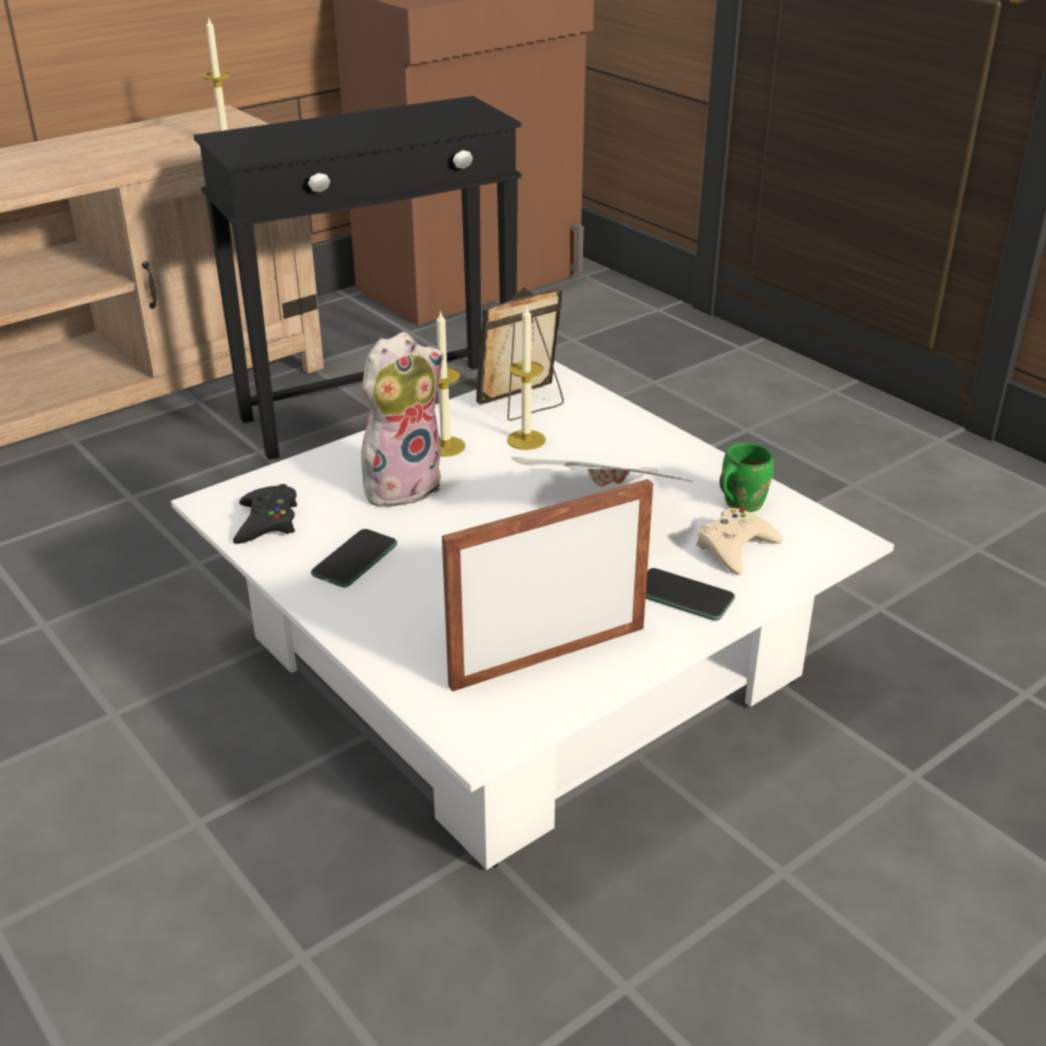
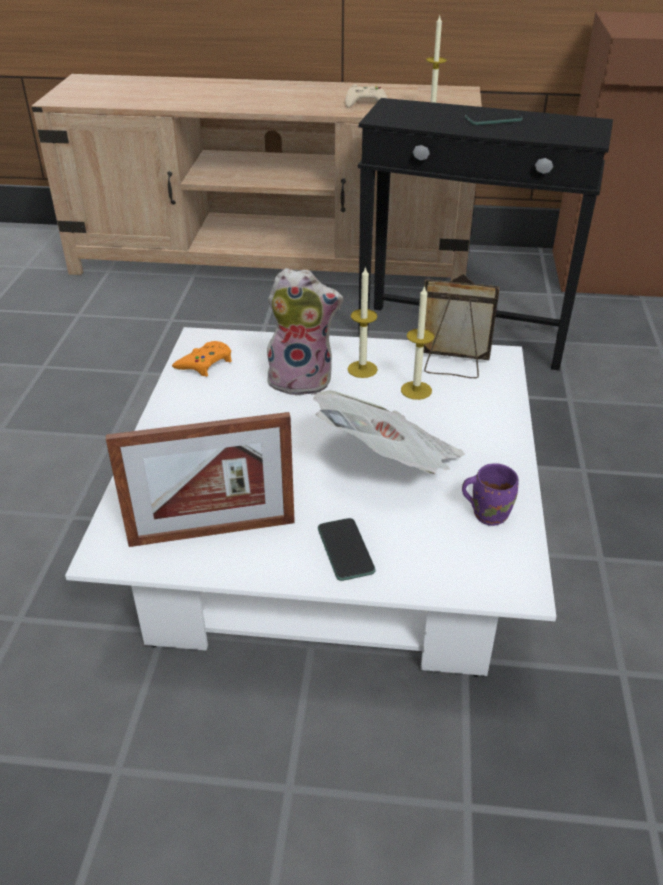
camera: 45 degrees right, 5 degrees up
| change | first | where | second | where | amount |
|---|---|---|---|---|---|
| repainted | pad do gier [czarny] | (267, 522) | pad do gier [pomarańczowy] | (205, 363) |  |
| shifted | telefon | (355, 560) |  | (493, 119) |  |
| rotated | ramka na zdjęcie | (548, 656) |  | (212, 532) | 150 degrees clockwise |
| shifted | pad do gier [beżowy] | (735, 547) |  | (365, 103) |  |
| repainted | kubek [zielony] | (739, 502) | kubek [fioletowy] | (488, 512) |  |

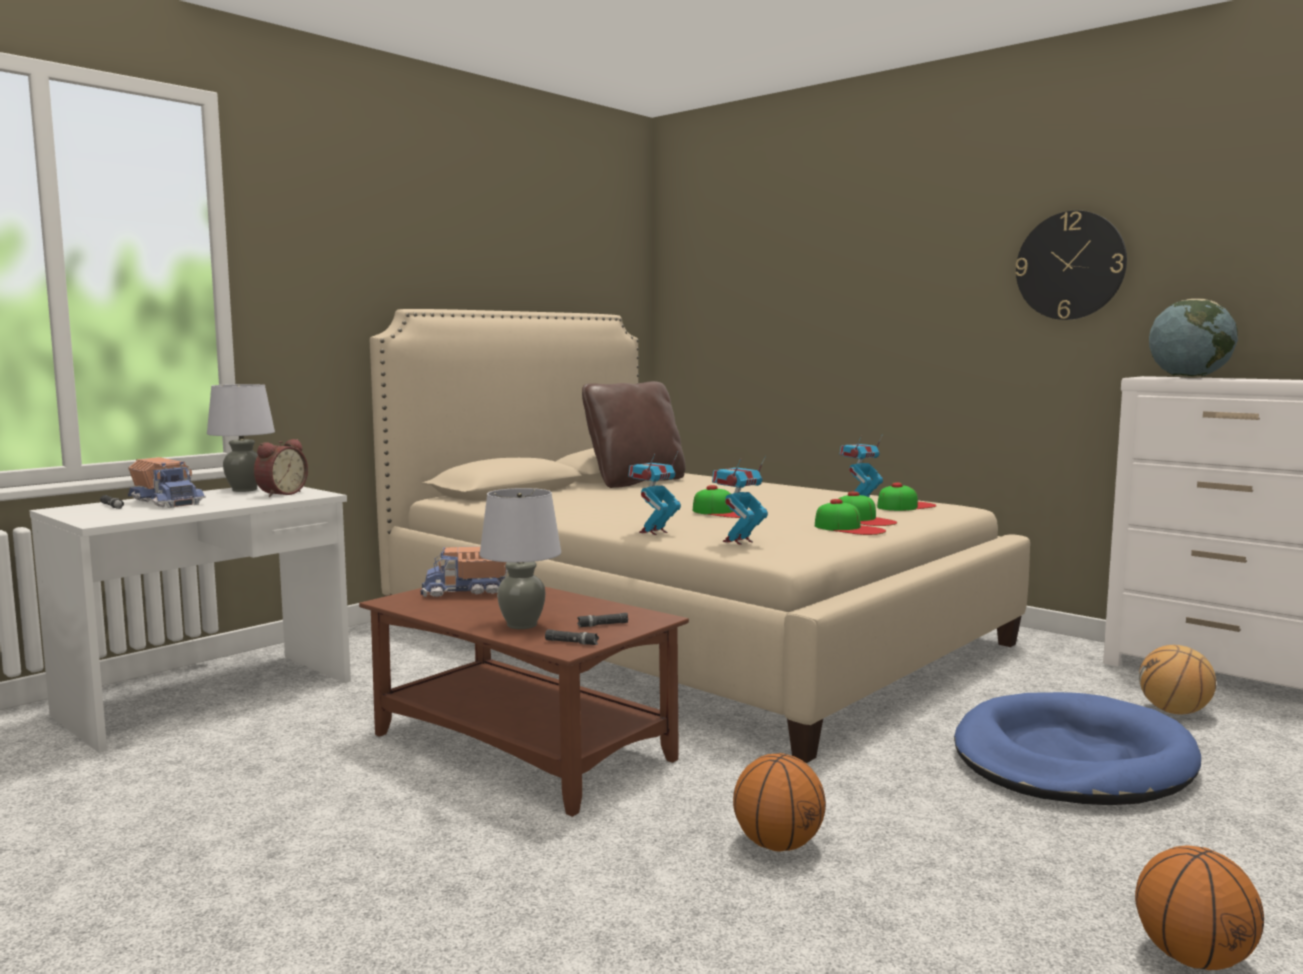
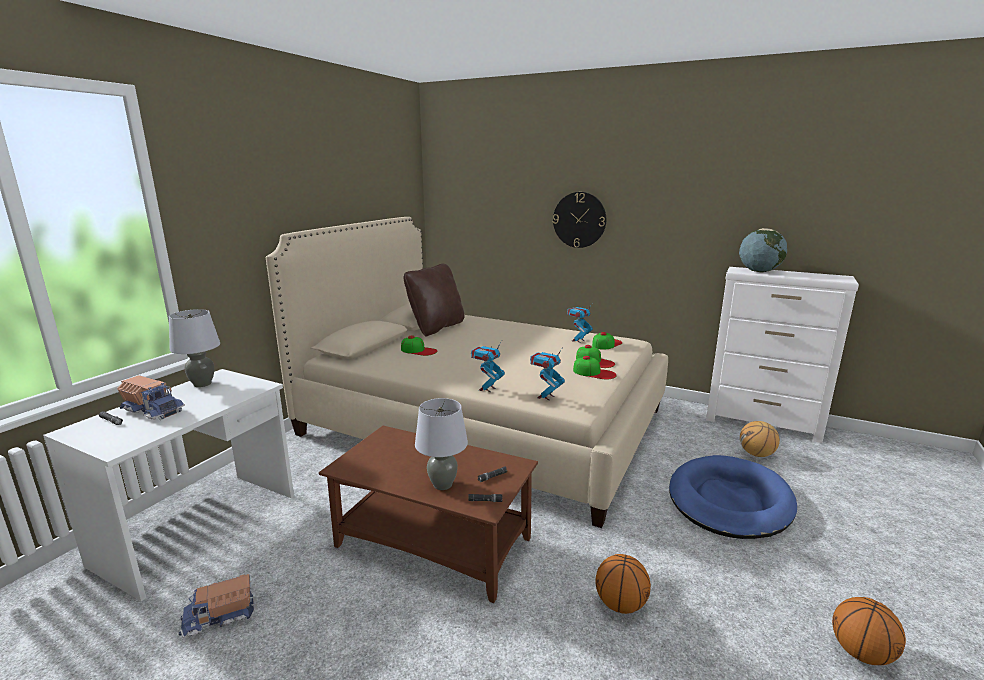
camera: 15 degrees left, 10 degrees up
| change | first | where | second | where | amount |
|---|---|---|---|---|---|
| gone | budzik | (280, 494) |  |  |  |
| shifted | ciężarówka zabawkowa | (467, 592) |  | (220, 617) |  |
| shifted | czapka z daszkiem | (723, 512) |  | (418, 350) |  |
| shifted | zegar ścienny | (1070, 265) |  | (579, 220) |  |

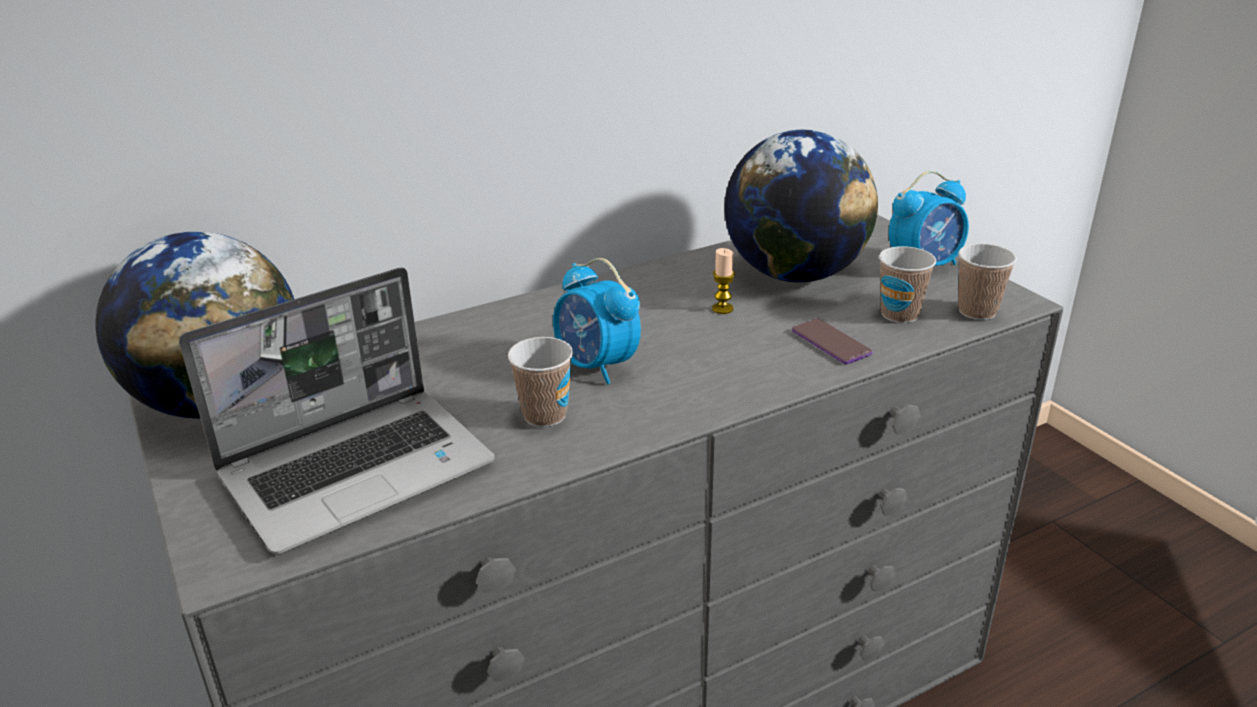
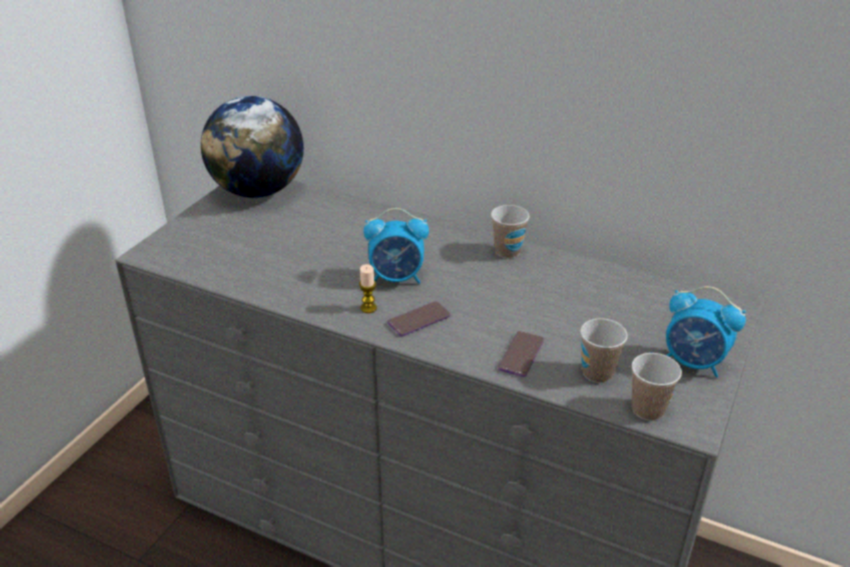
camera: 55 degrees right, 5 degrees up
| change | first | where | second | where | amount |
|---|---|---|---|---|---|
| gone | laptop | (359, 468) |  |  |  |
| shifted | filiżanka | (544, 415) |  | (507, 251) |  |
| rotated | budzik | (597, 366) |  | (397, 278) | 105 degrees counterclockwise |
| shifted | świeca | (722, 309) |  | (368, 308) |  |
| gone | globus | (795, 274) |  |  |  |
| new |  |  | telefon | (419, 319) |  |

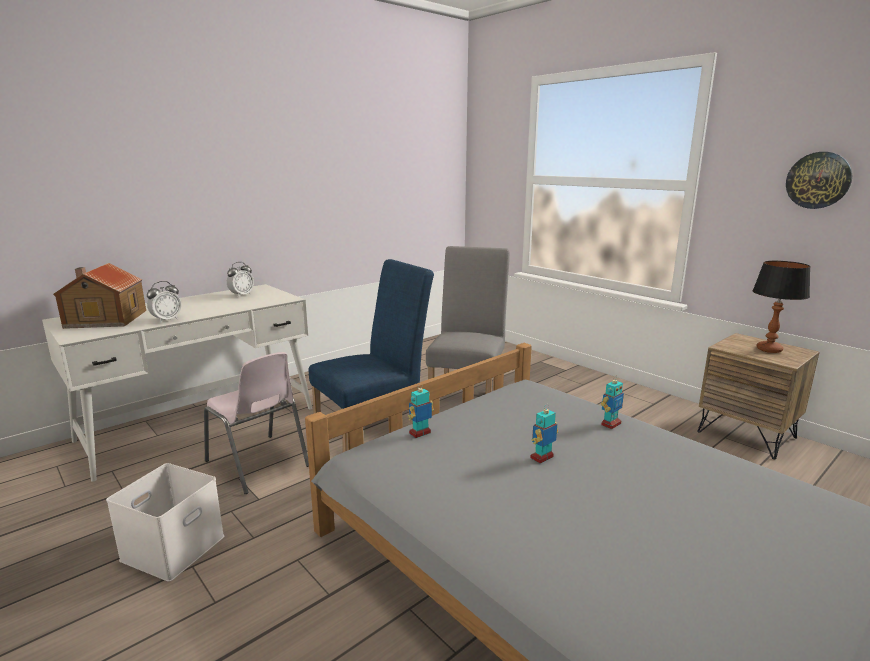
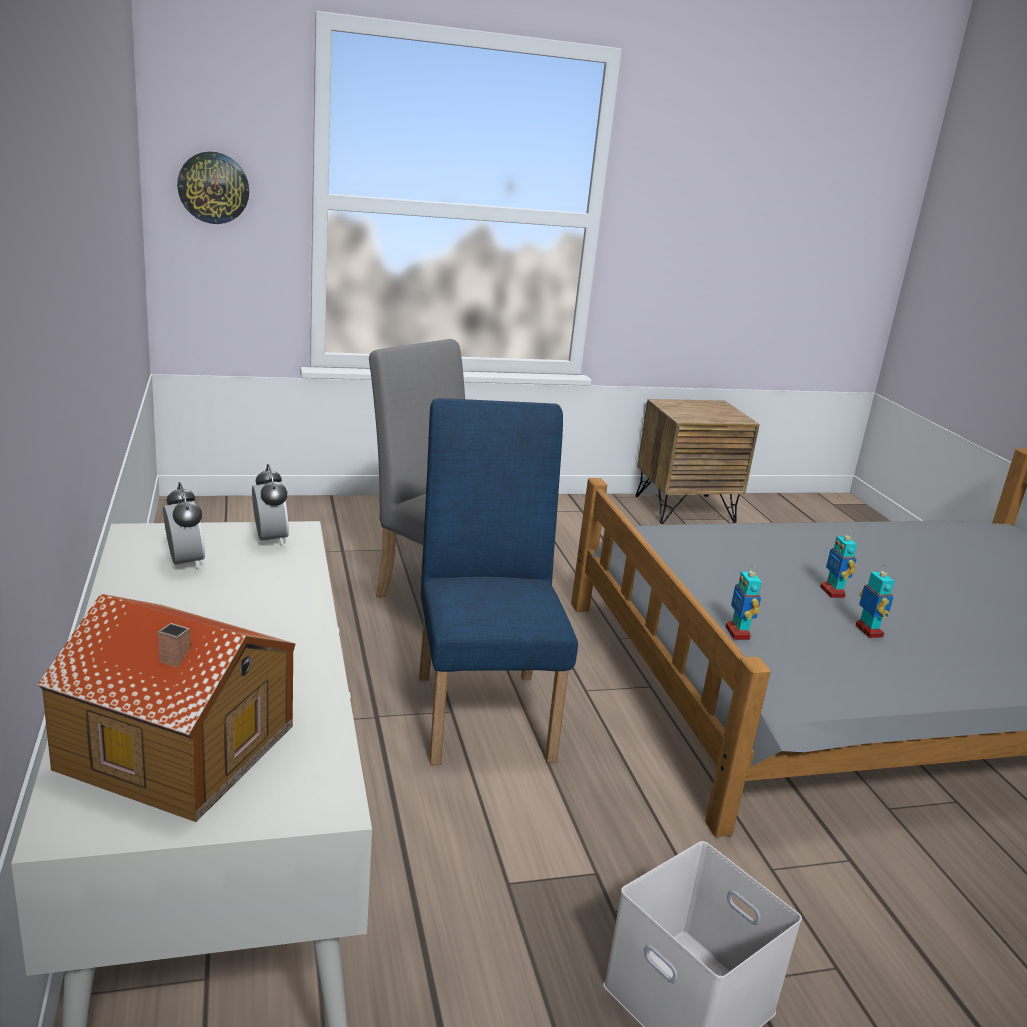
camera: 65 degrees left, 5 degrees up
| change | first | where | second | where | amount |
|---|---|---|---|---|---|
| shifted | budzik | (166, 320) |  | (270, 540) |  |
| gone | krzesło [różowy] | (258, 464) |  |  |  |
| shifted | robot zabawkowy | (610, 424) |  | (868, 631) |  |
| gone | lampa stołowa | (769, 349) |  |  |  |
| shifted | zegar ścienny | (818, 180) |  | (213, 187) |  |

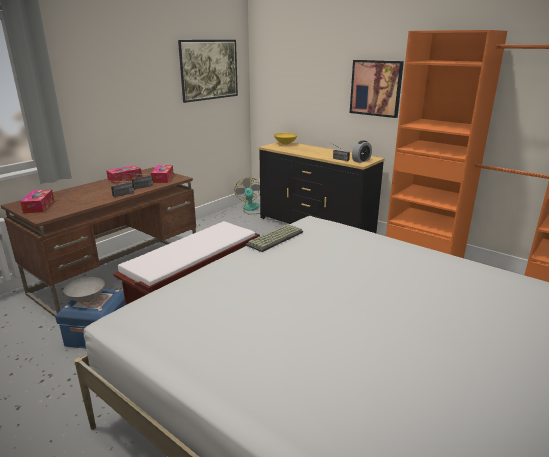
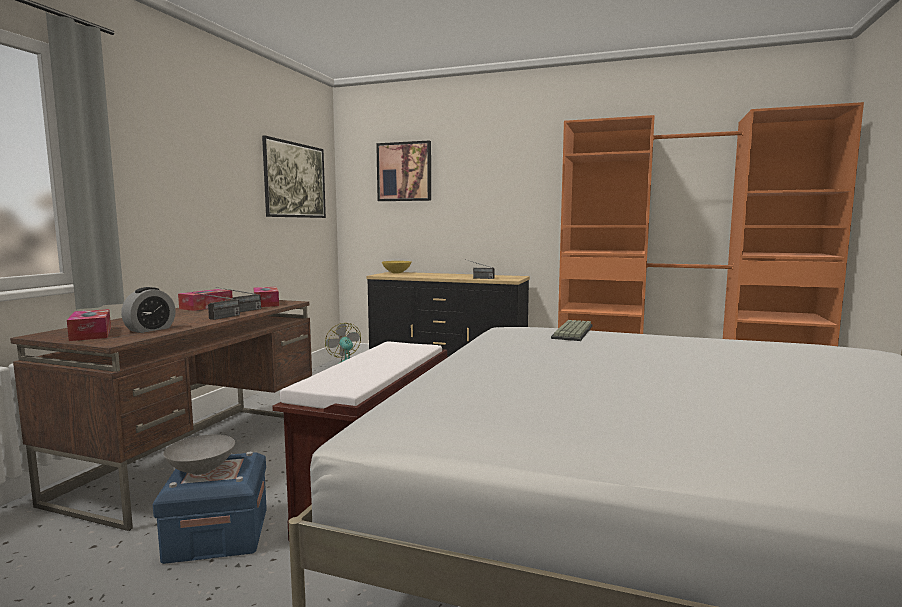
camera: 20 degrees left, 15 degrees down
| change | first | where | second | where | amount |
|---|---|---|---|---|---|
| shifted | klawiatura | (275, 239) |  | (574, 332) |  |
| shifted | obraz | (376, 88) |  | (404, 171) |  |
| shifted | budzik | (361, 161) |  | (150, 329) |  |

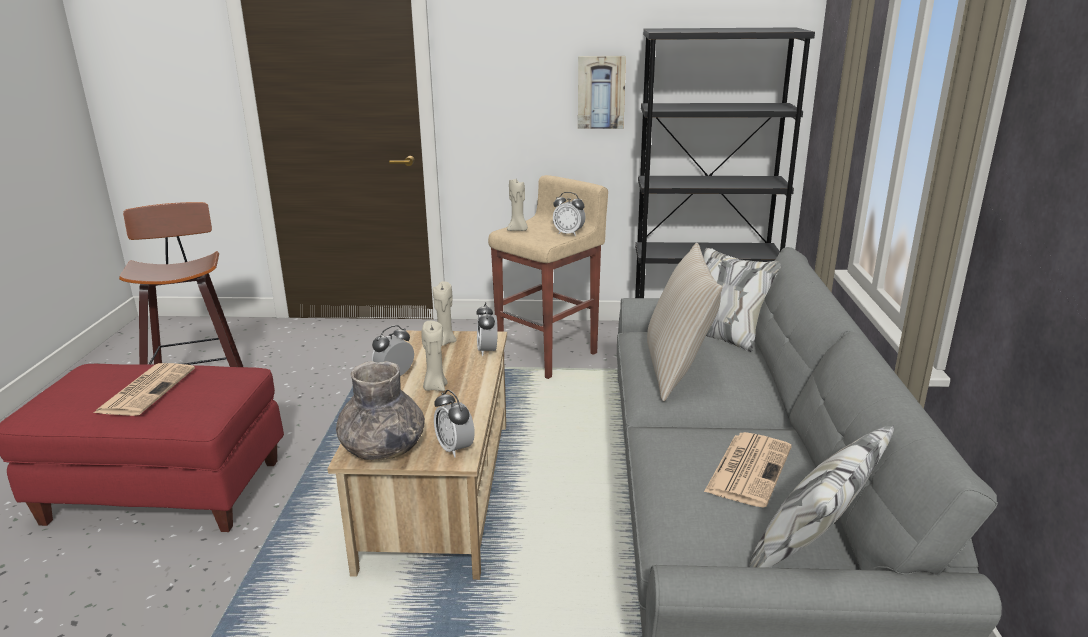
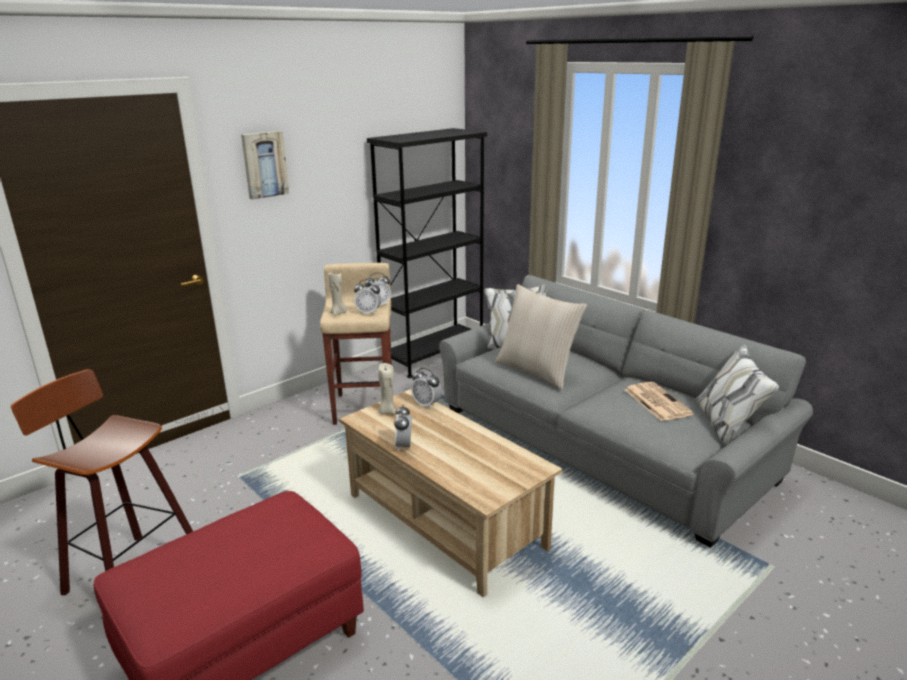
camera: 45 degrees left, 0 degrees up
| change | first | where | second | where | amount |
|---|---|---|---|---|---|
| gone | gazeta | (147, 390) |  |  |  |
| gone | wazon [szary] | (382, 449) |  |  |  |
| gone | świeca [beżowy] | (435, 387) |  |  |  |
| shifted | budzik | (455, 448) |  | (368, 313) |  |
| shifted | obraz | (601, 92) |  | (264, 164) |  |

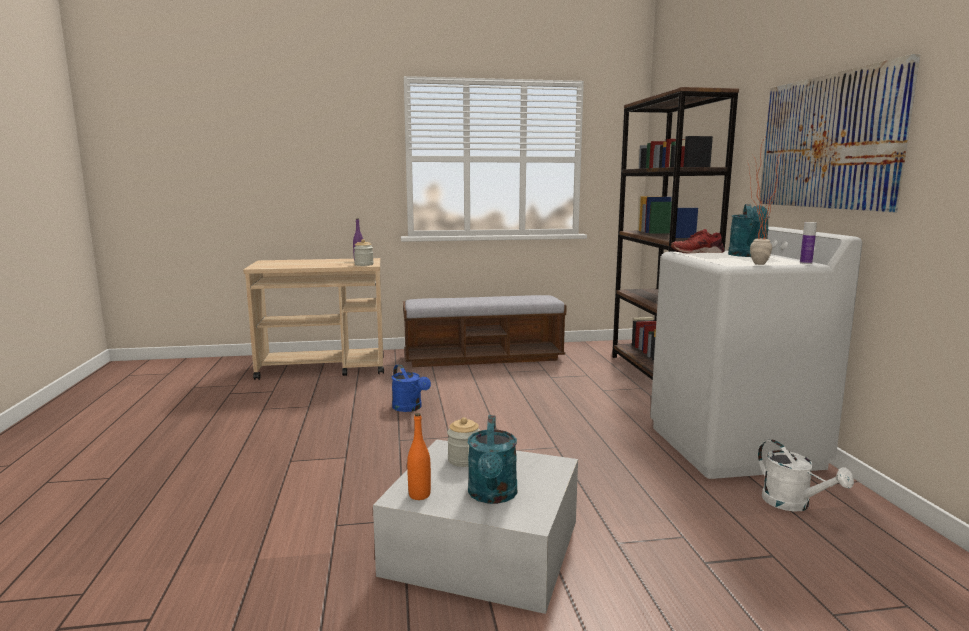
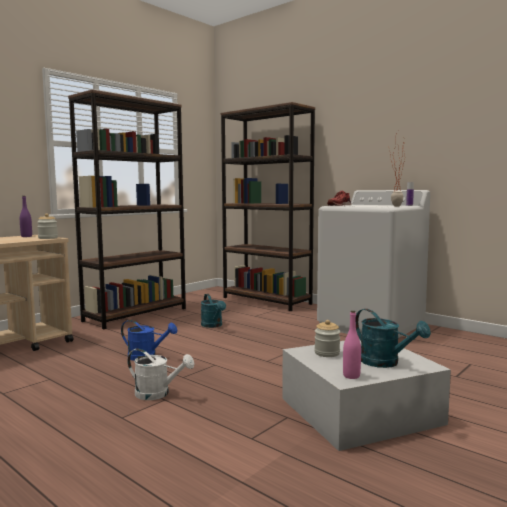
camera: 40 degrees left, 5 degrees down
| change | first | where | second | where | amount |
|---|---|---|---|---|---|
| swapped | ławka | (483, 358) | regał [brązowy] | (136, 314) |  |
| repainted | butelka [pomarańczowy] | (419, 495) | butelka [różowy] | (351, 376) |  |
| shifted | konewka [turkusowy] | (748, 255) |  | (213, 325) |  |
| shifted | konewka [biały] | (793, 504) |  | (158, 394) |  |
| gone | obraz | (828, 142) |  |  |  |

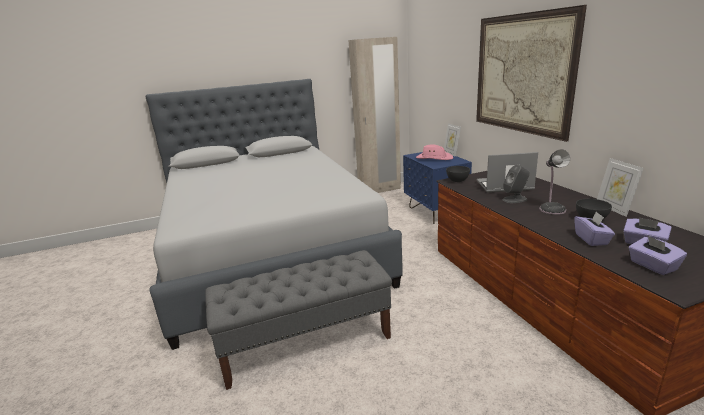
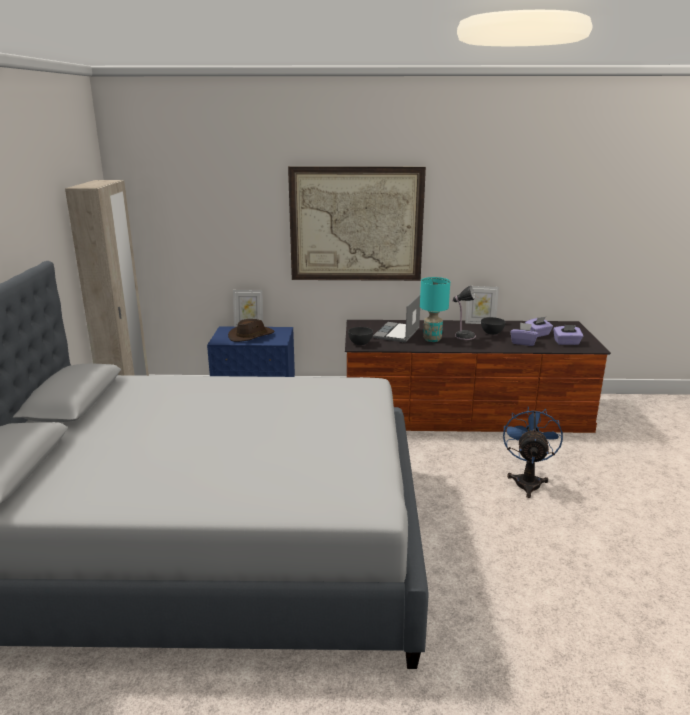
camera: 70 degrees left, 0 degrees up
| change | first | where | second | where | amount |
|---|---|---|---|---|---|
| gone | ławka [szary] | (306, 342) |  |  |  |
| repainted | kapelusz [różowy] | (434, 158) | kapelusz [brązowy] | (251, 336) |  |
| swapped | głośnik [szary] | (515, 199) | lampa stołowa [turkusowy] | (432, 339) |  |
| new |  |  | wentylator [niebieski] | (527, 481) |  |

